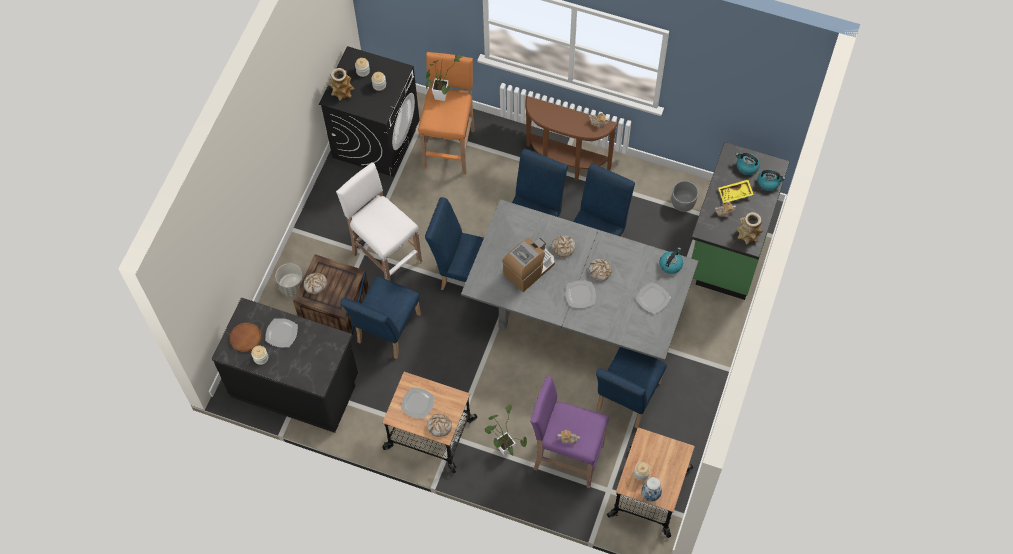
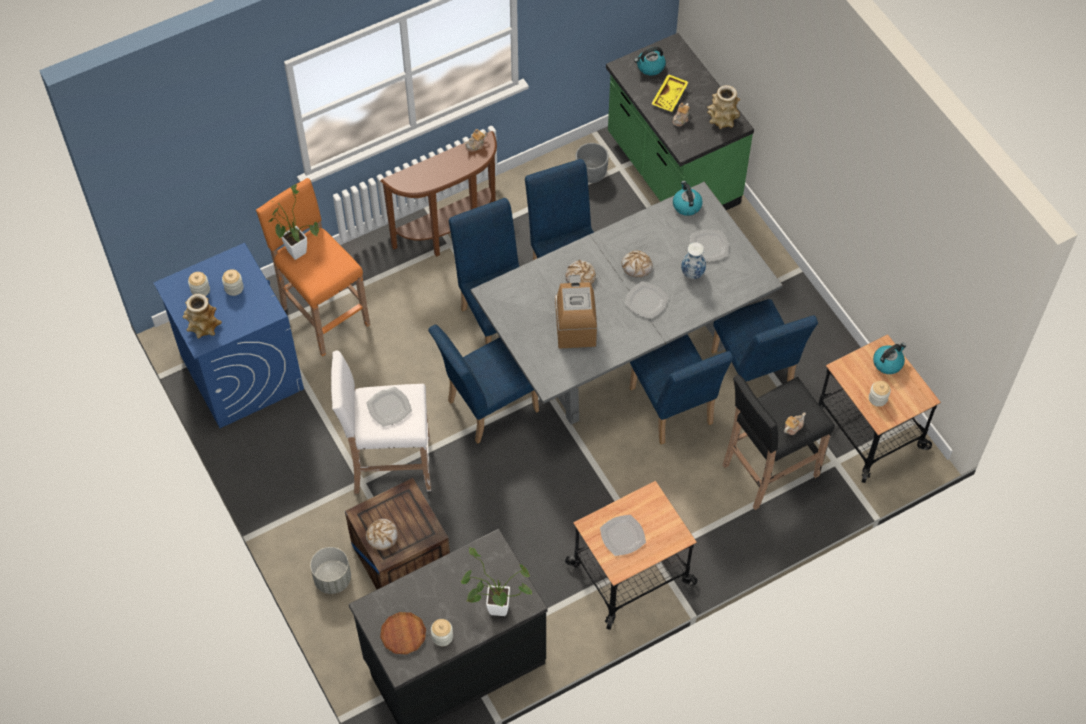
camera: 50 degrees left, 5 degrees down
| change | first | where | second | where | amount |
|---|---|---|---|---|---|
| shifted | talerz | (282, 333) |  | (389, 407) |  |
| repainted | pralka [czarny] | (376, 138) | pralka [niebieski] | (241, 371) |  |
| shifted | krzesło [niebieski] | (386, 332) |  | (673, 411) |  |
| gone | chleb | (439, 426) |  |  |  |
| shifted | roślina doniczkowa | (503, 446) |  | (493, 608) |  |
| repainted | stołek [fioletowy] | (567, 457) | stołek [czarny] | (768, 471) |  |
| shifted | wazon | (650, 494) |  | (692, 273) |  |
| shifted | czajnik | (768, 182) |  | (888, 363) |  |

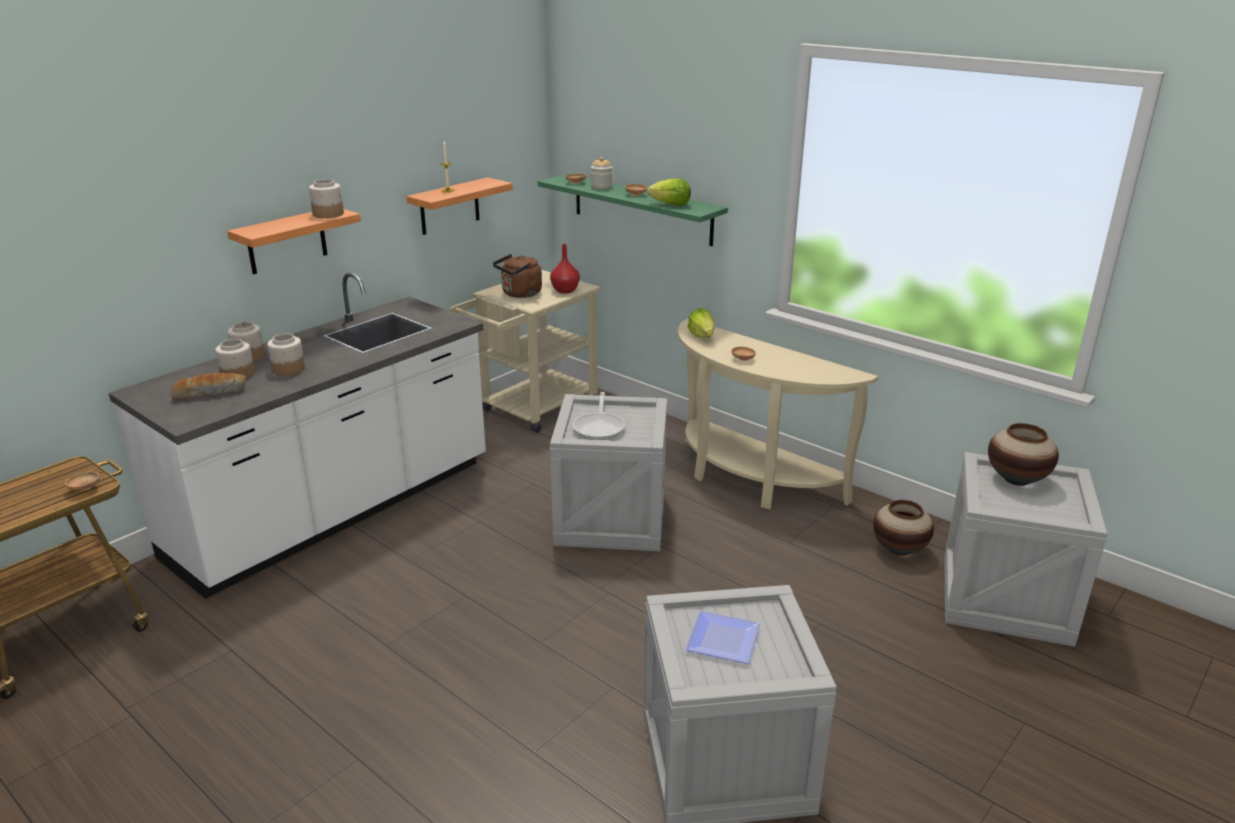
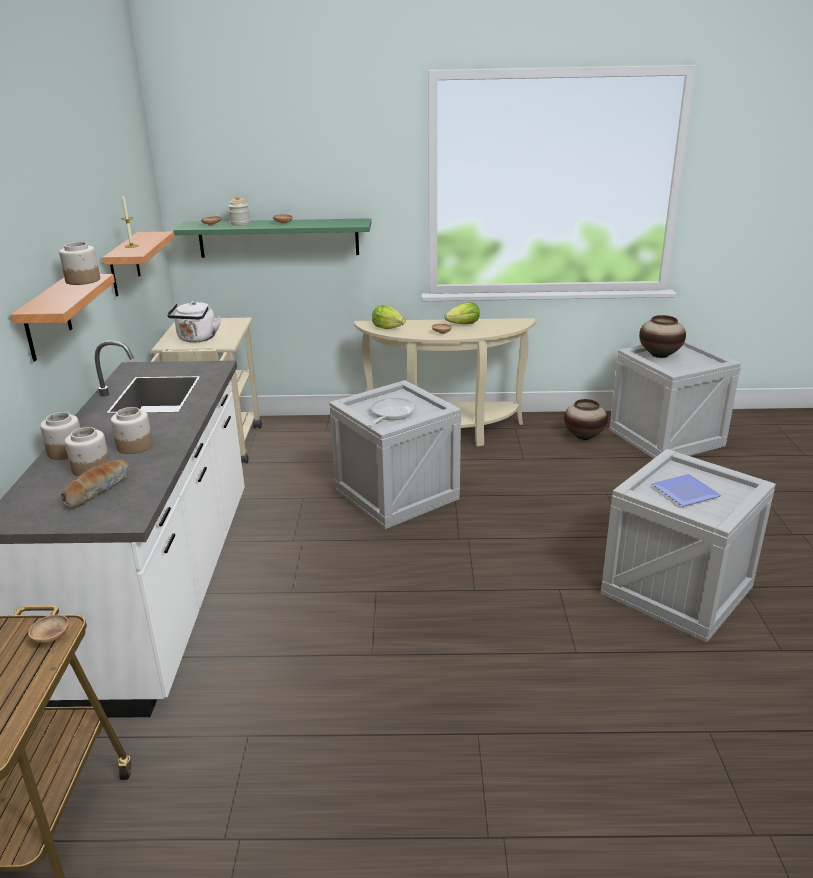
camera: 40 degrees left, 0 degrees up
| change | first | where | second | where | amount |
|---|---|---|---|---|---|
| repainted | czajnik [brązowy] | (520, 294) | czajnik [biały] | (196, 339) |  |
| gone | wazon [czerwony] | (565, 290) |  |  |  |
| rotated | patelnia | (599, 427) |  | (390, 414) | 120 degrees counterclockwise |
| shifted | sałata | (671, 205) |  | (463, 324) |  |

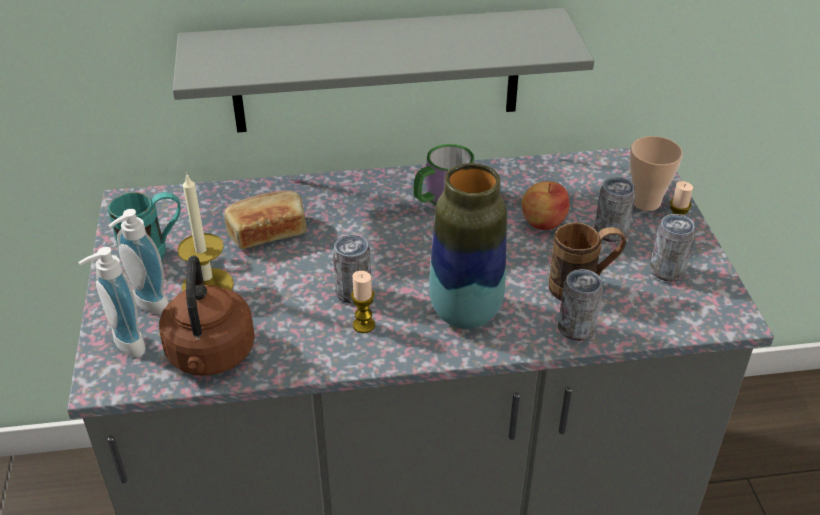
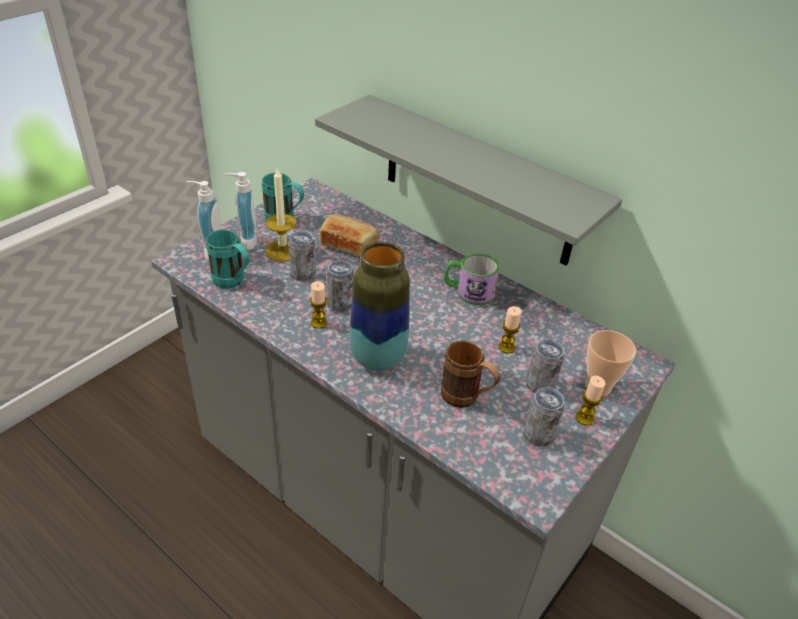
camera: 45 degrees right, 0 degrees up
| change | first | where | second | where | amount |
|---|---|---|---|---|---|
| swapped | czajnik [brązowy] | (211, 356) | kubek [turkusowy] | (233, 282) |  |
| swapped | jabłko | (543, 222) | świeca | (506, 347) |  |
| shifted | puszka | (576, 329) |  | (303, 274) |  |

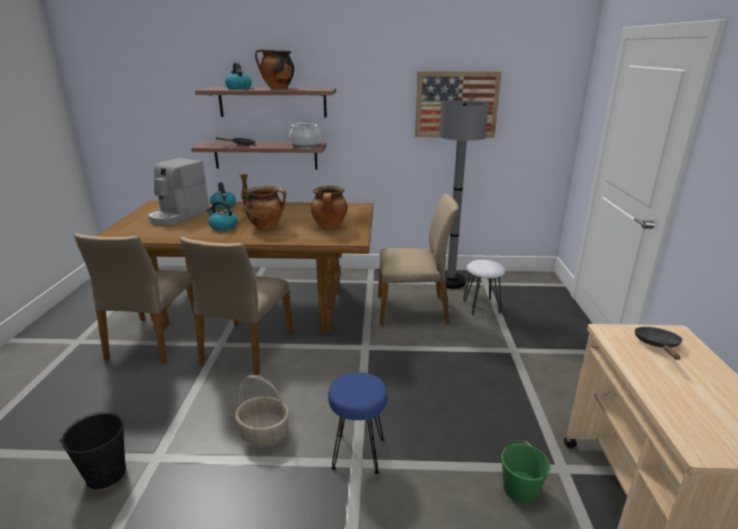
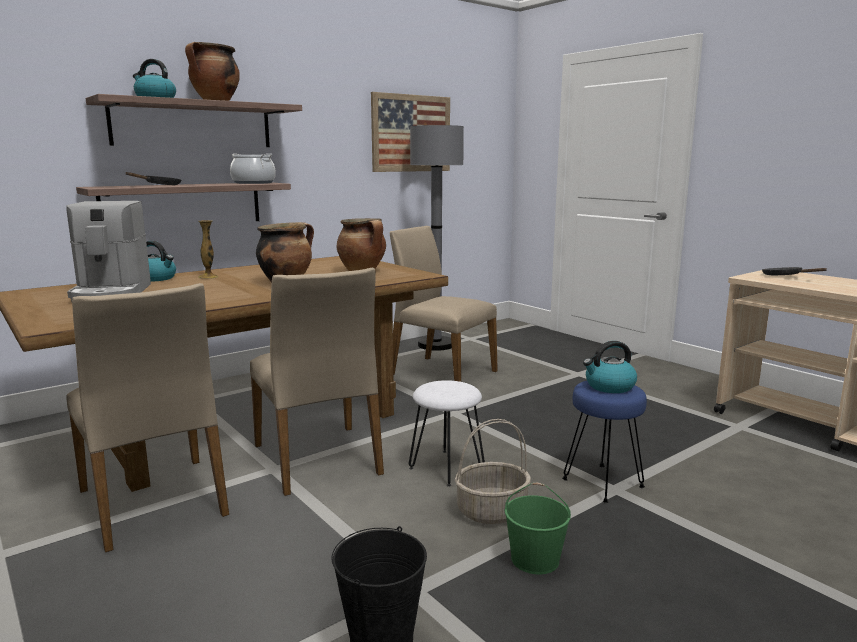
camera: 40 degrees left, 10 degrees down
| change | first | where | second | where | amount |
|---|---|---|---|---|---|
| shifted | czajnik | (223, 226) |  | (609, 386) |  |
| rotated | krzesło [beżowy] | (412, 309) |  | (441, 373) | 105 degrees counterclockwise |
| shifted | stołek [biały] | (481, 306) |  | (447, 467) |  |
| shifted | wiadro [zielony] | (519, 488) |  | (534, 559) |  |

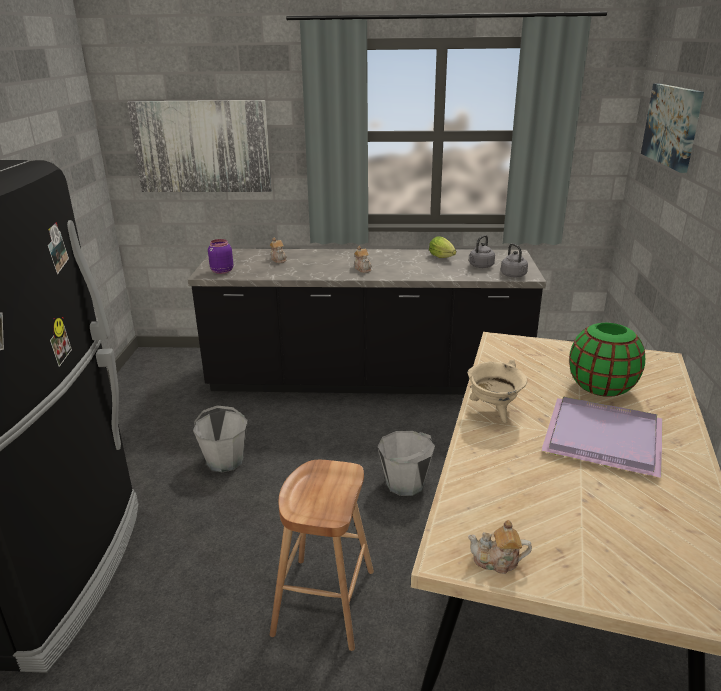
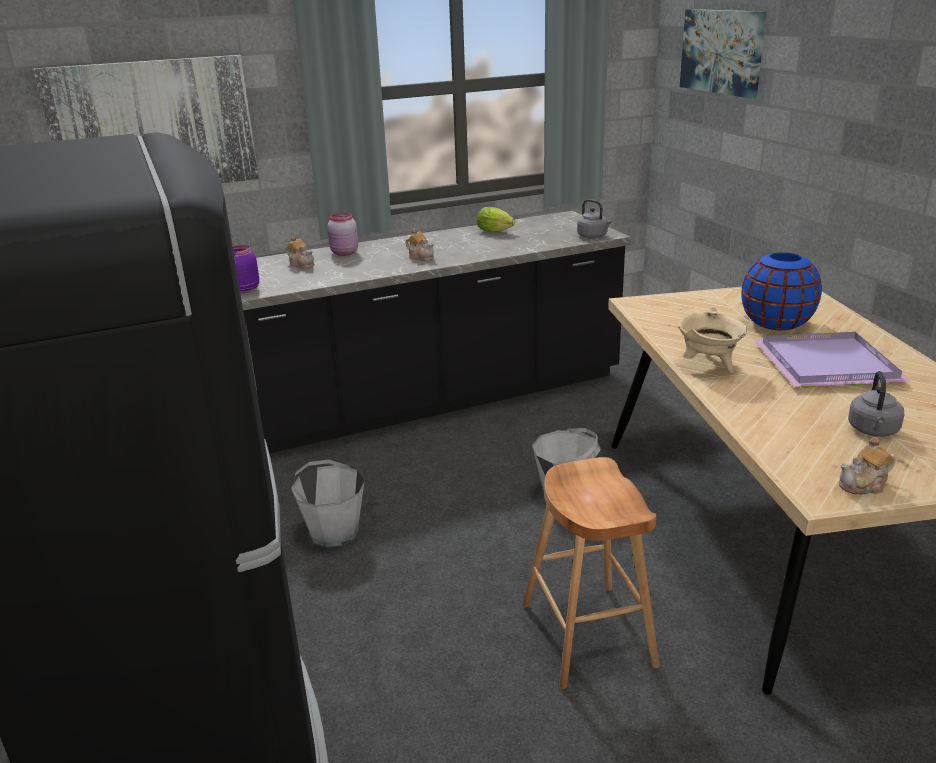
camera: 25 degrees left, 0 degrees up
| change | first | where | second | where | amount |
|---|---|---|---|---|---|
| shifted | czajnik [szary] | (480, 266) |  | (873, 431) |  |
| repainted | wazon [zielony] | (601, 388) | wazon [niebieski] | (776, 324) |  |
| new |  |  | słoik [różowy] | (344, 253) |  |

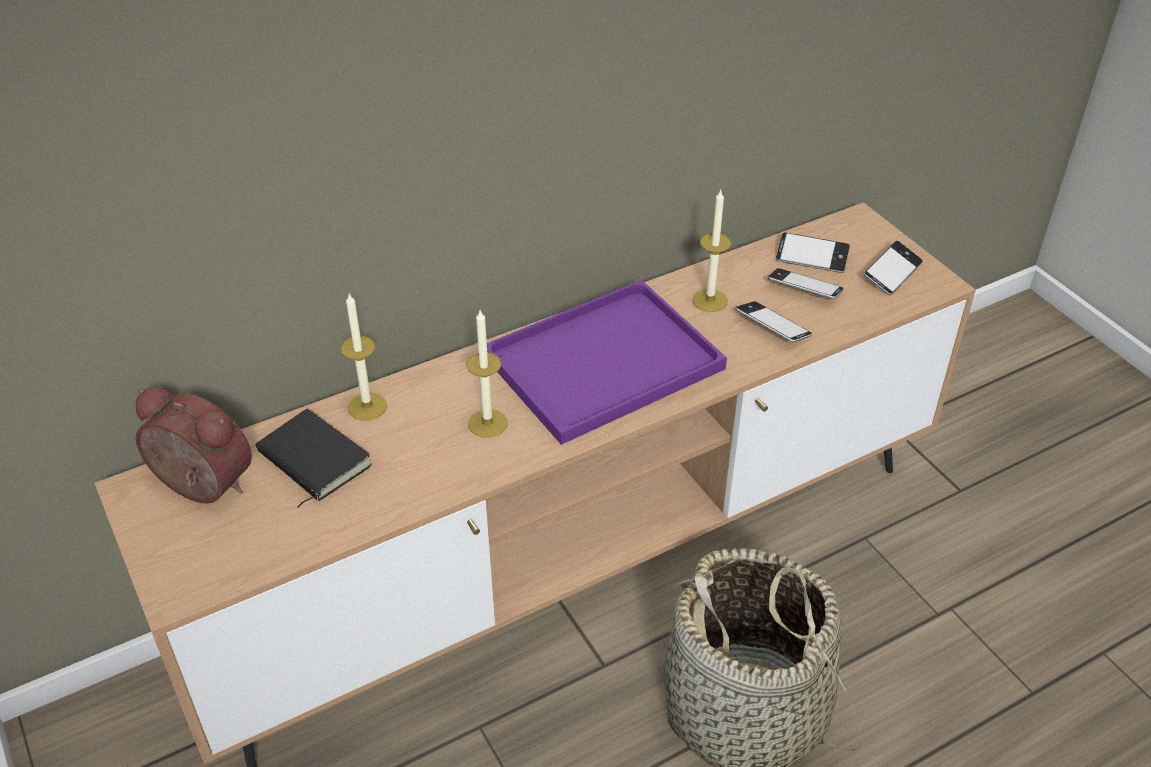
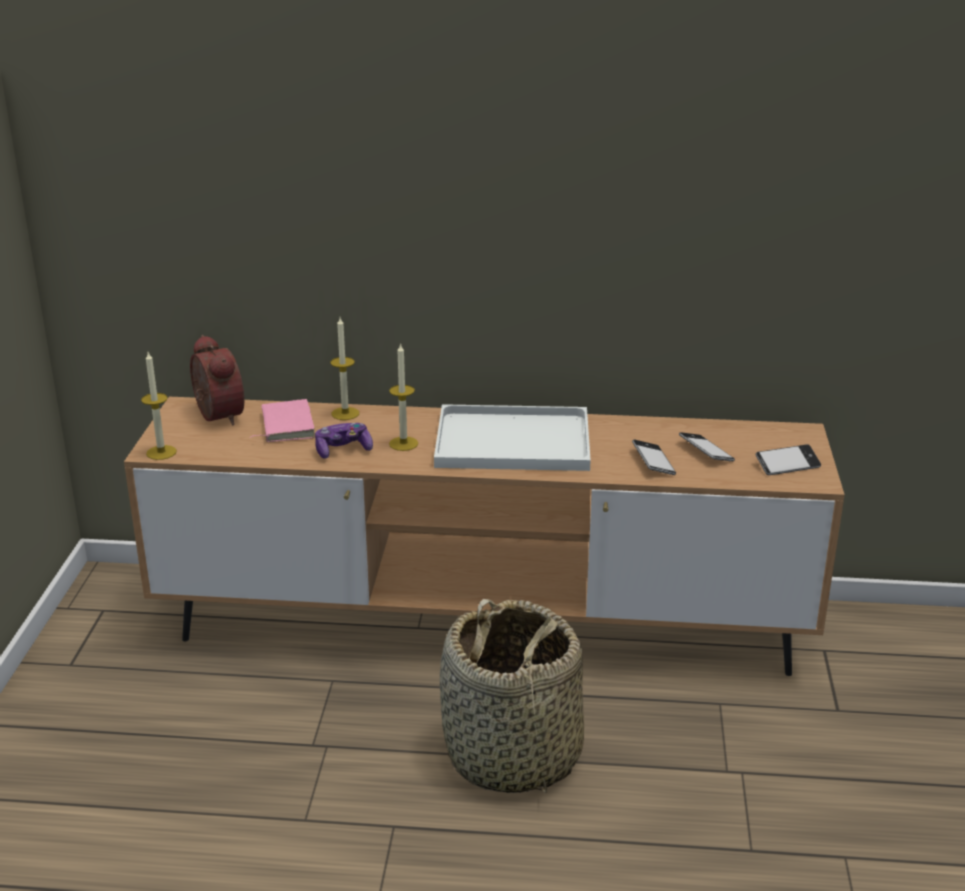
camera: 35 degrees right, 15 degrees down
| change | first | where | second | where | amount |
|---|---|---|---|---|---|
| repainted | książka [czarny] | (311, 461) | książka [różowy] | (285, 425) |  |
| repainted | taca [fioletowy] | (606, 359) | taca [biały] | (516, 440) |  |
| shifted | świeca | (710, 300) |  | (161, 452) |  |
| gone | telefon | (811, 258) |  |  |  |
| new |  |  | pad do gier | (343, 450) |  |

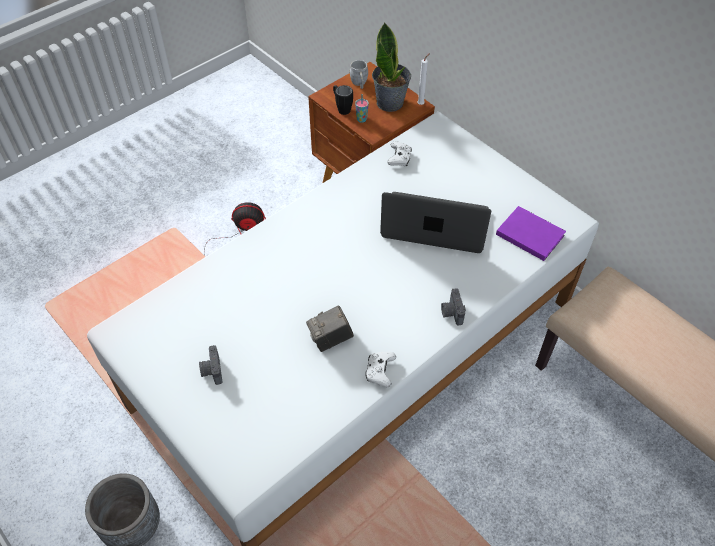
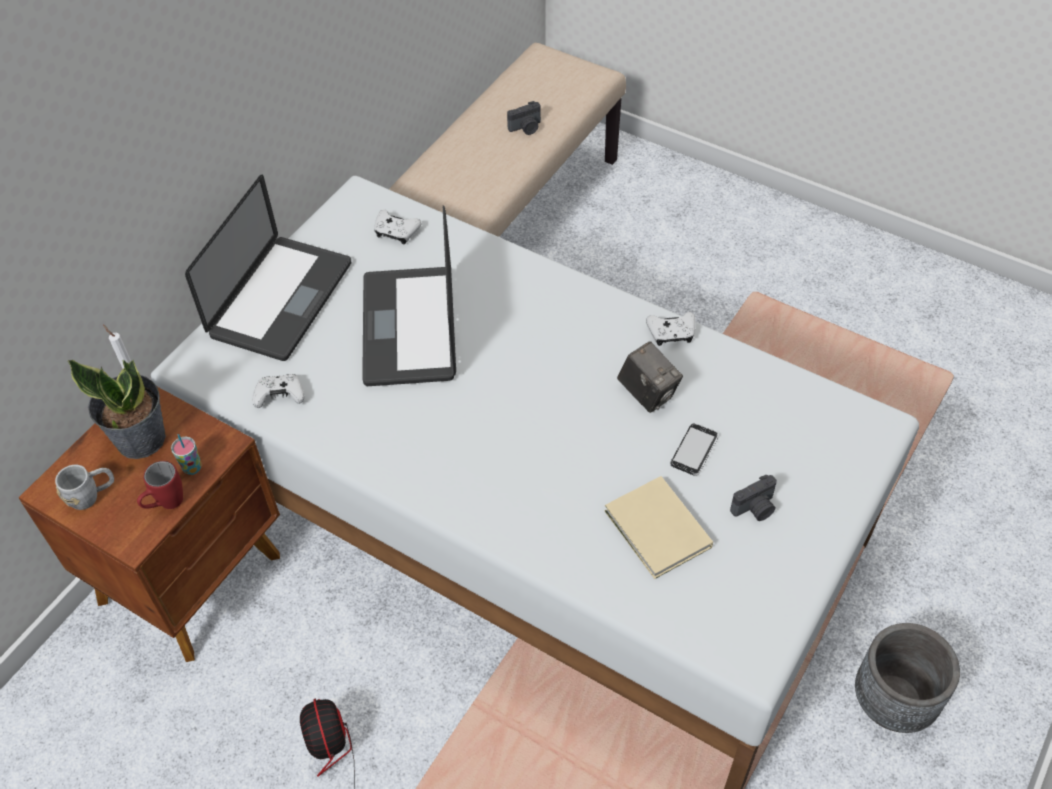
camera: 105 degrees left, 0 degrees up
| change | first | where | second | where | amount |
|---|---|---|---|---|---|
| repainted | kubek [czarny] | (341, 108) | kubek [czerwony] | (165, 505) |  |
| shifted | aparat fotograficzny | (451, 313) |  | (526, 128) |  |
| swapped | książka [fioletowy] | (529, 233) | pad do gier [biały] | (396, 232) |  |
| new |  |  | laptop | (281, 299) |  |
| new |  |  | książka [beżowy] | (657, 532) |  |
| new |  |  | telefon | (694, 450) |  |

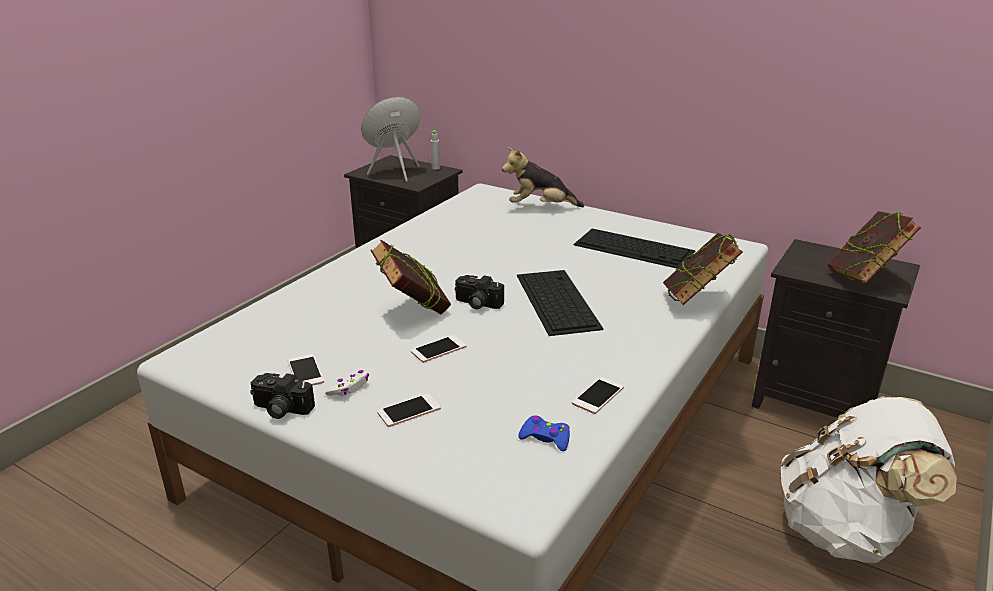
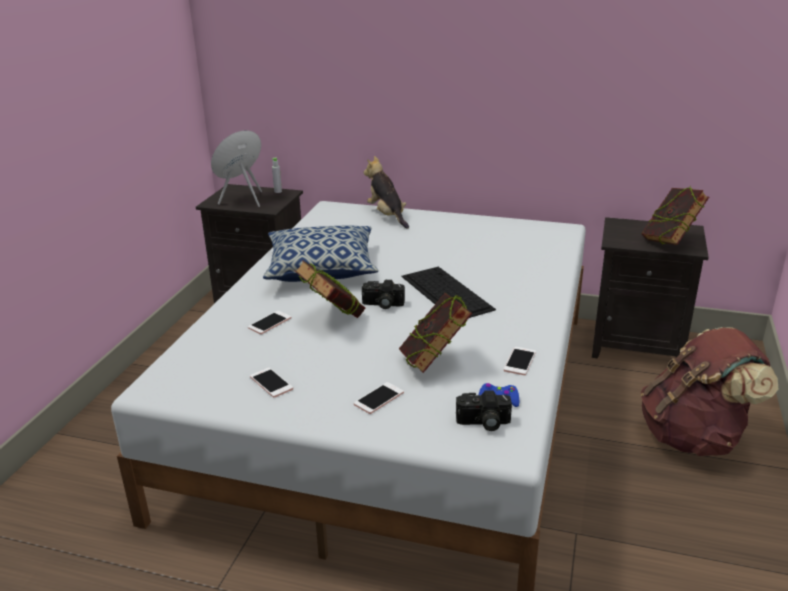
camera: 15 degrees left, 0 degrees up
| change | first | where | second | where | amount |
|---|---|---|---|---|---|
| shifted | aparat fotograficzny | (280, 409) |  | (483, 423) |  |
| gone | pad do gier [biały] | (349, 388) |  |  |  |
| shifted | telefon | (438, 349) |  | (269, 323) |  |
| rotated | pluszak | (540, 207) |  | (387, 216) | 75 degrees clockwise |
| gone | klawiatura | (635, 248) |  |  |  |
| shifted | książka | (696, 301) |  | (434, 363) |  |
| repainted | plecak [biały] | (846, 530) | plecak [brązowy] | (694, 437) |  |
| new |  |  | poduszka | (322, 269) |  |

